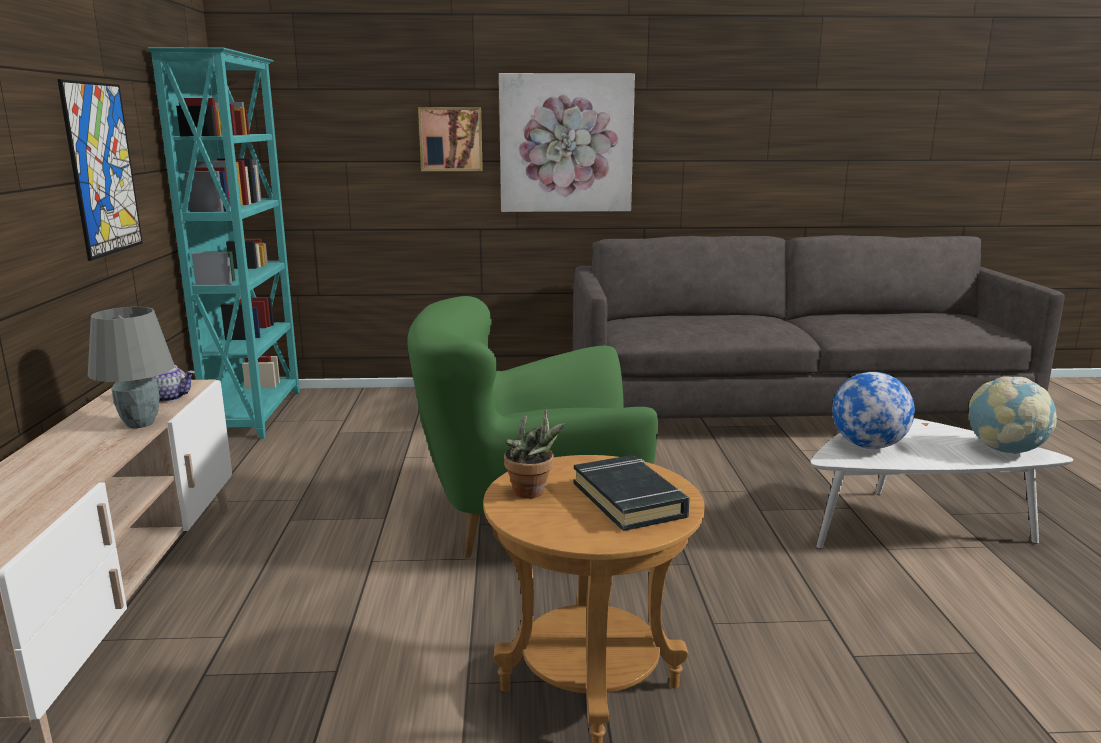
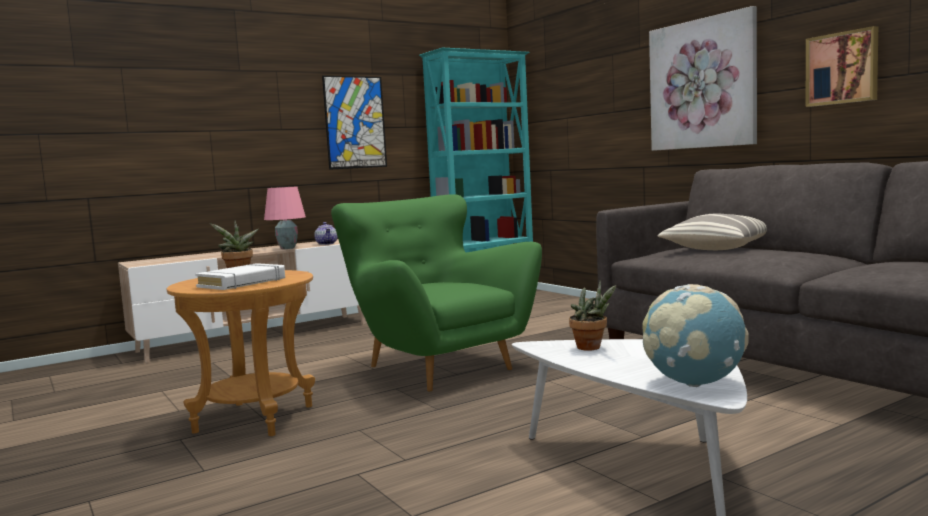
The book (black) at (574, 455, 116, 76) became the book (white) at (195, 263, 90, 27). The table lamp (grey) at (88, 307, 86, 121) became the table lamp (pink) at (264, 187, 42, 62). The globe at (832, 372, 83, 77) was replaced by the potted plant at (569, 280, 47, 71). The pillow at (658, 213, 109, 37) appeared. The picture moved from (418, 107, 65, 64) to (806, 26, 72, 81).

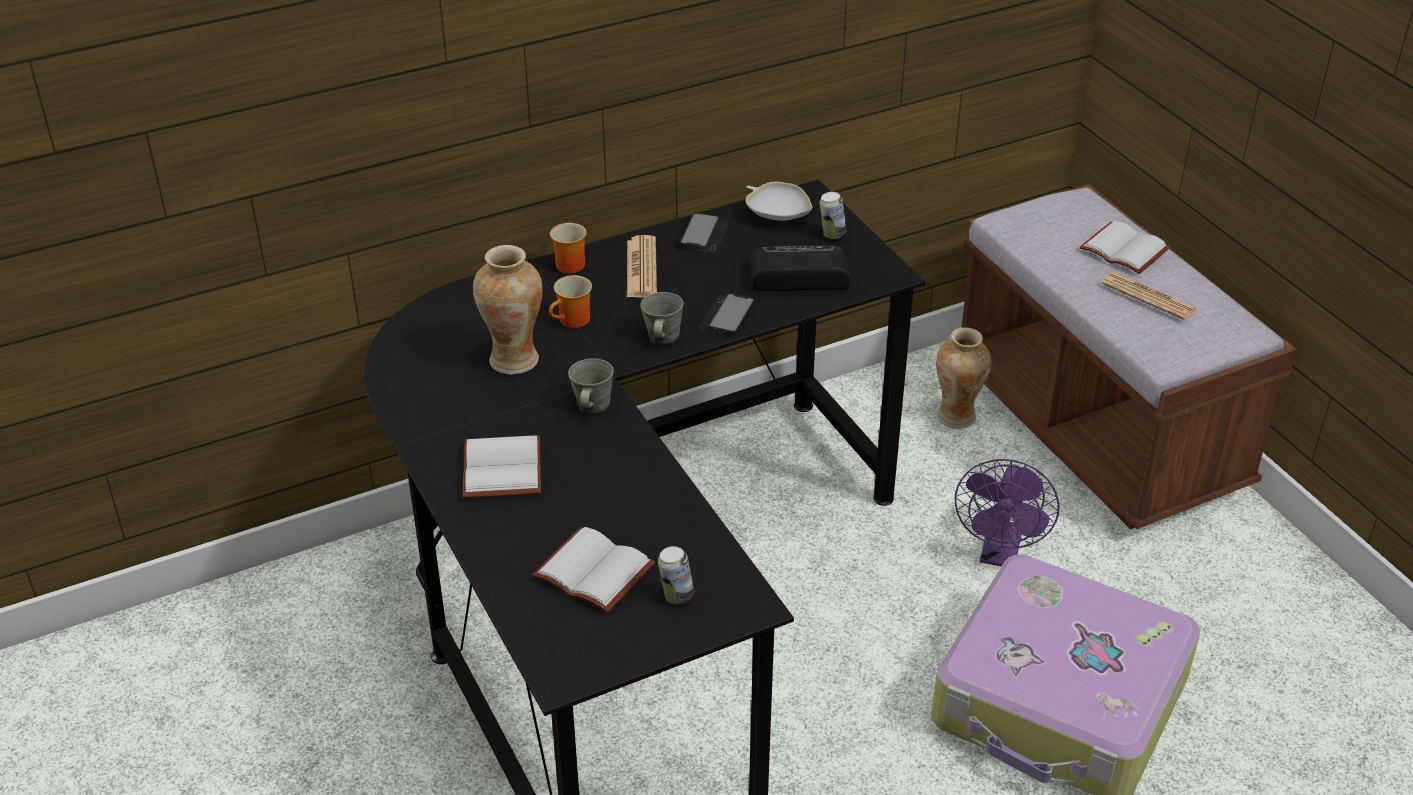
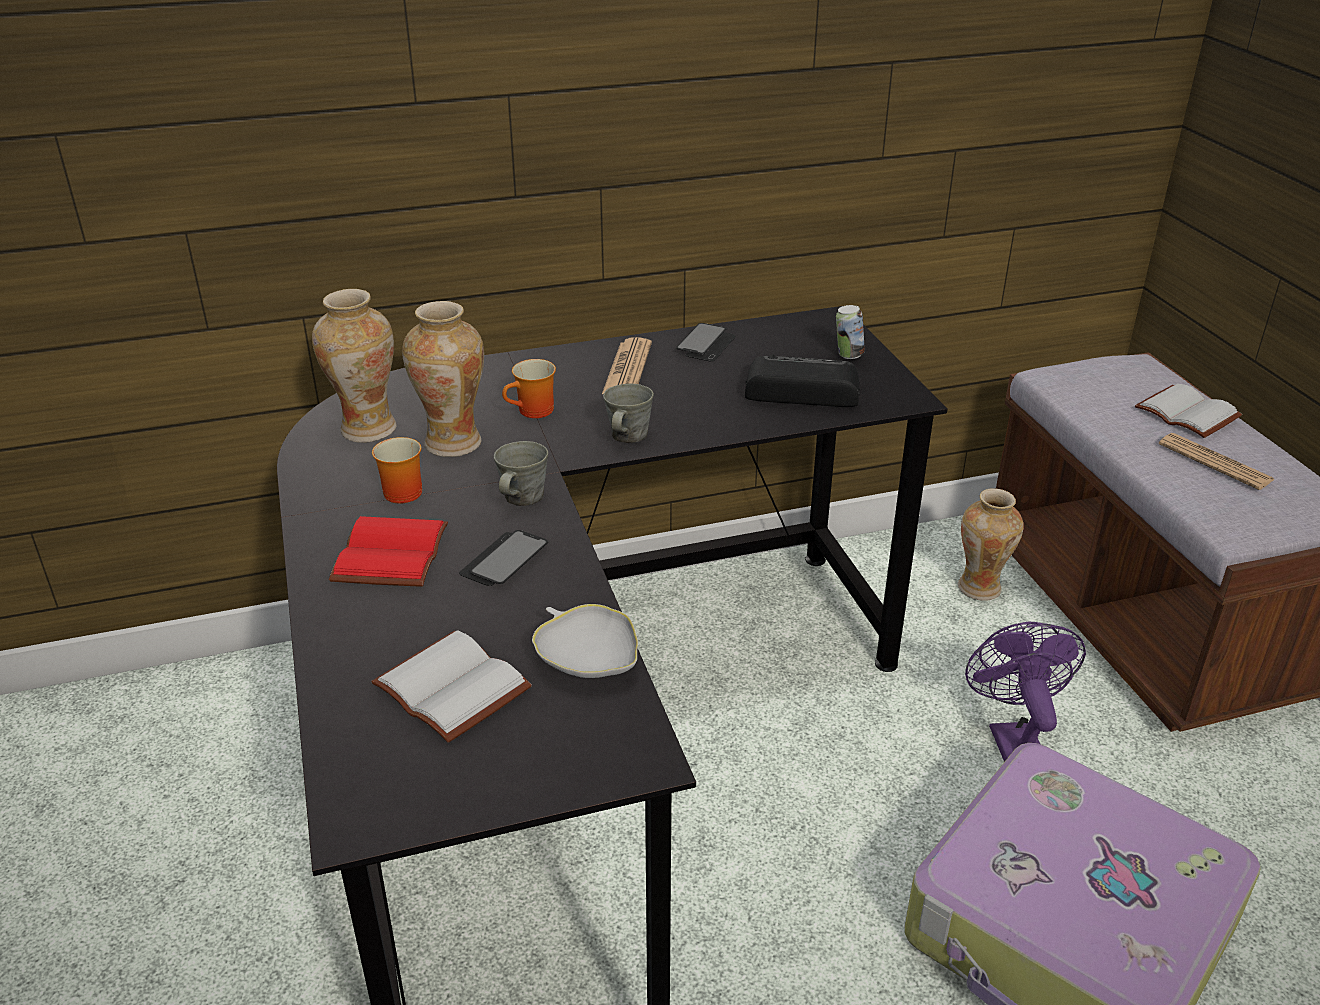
The vase at (312, 289, 85, 154) appeared. The book (white) at (463, 435, 78, 63) became the book (red) at (329, 516, 119, 71). The mug moved from (550, 223, 37, 50) to (372, 437, 50, 67). The phone moved from (699, 293, 56, 42) to (459, 530, 89, 56). The bowl (white) moved from (746, 182, 66, 39) to (532, 604, 106, 74). The fan (purple) at (955, 459, 104, 107) turned 150 degrees clockwise. The can at (658, 546, 36, 58) disappeared.

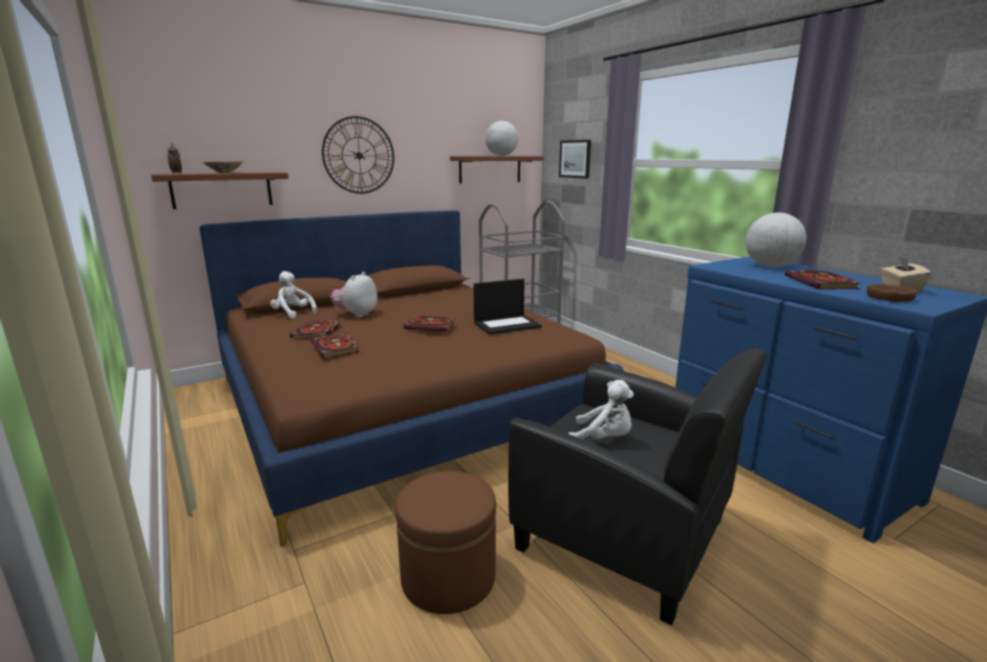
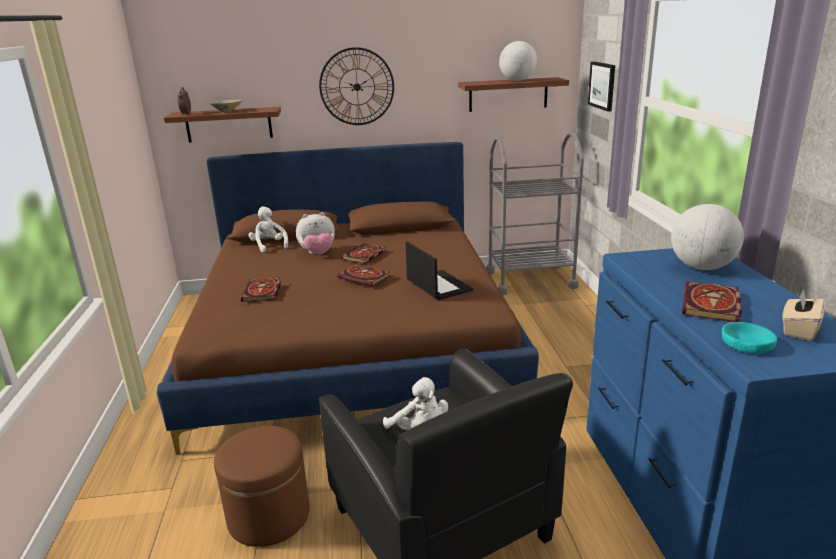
The plush toy at (330, 272, 47, 46) turned 150 degrees counterclockwise. The book moved from (290, 320, 51, 19) to (341, 243, 46, 21). The laptop at (473, 279, 69, 56) turned 120 degrees counterclockwise. The bowl (brown) at (867, 284, 50, 18) became the bowl (turquoise) at (722, 322, 55, 31).

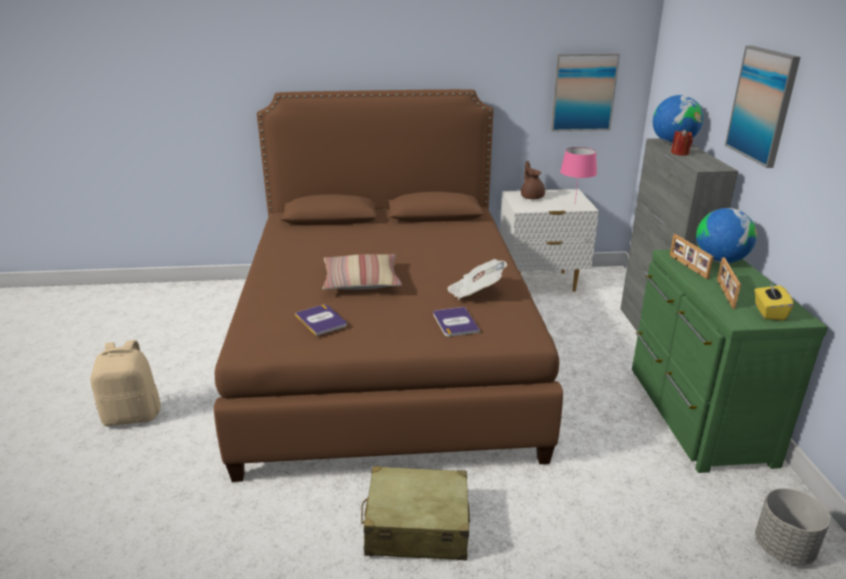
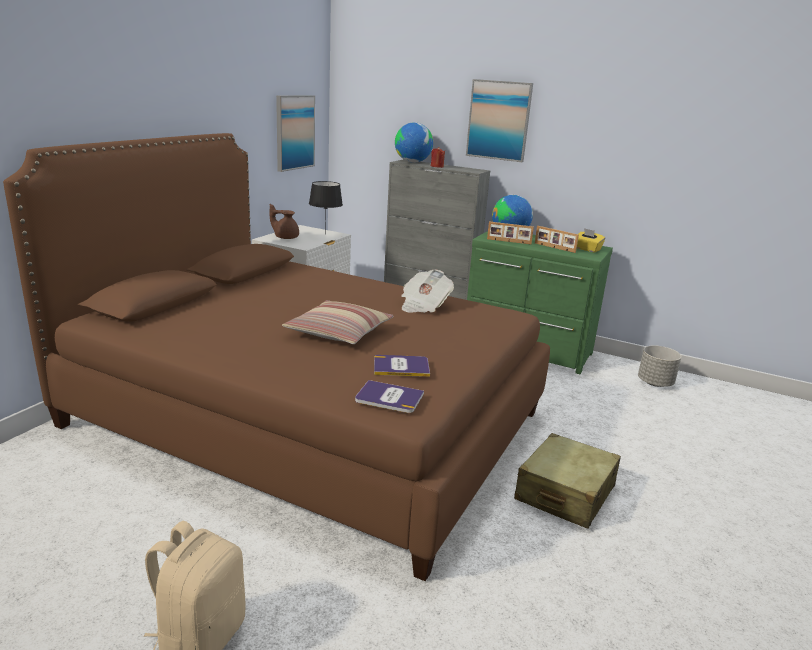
The table lamp (pink) at (560, 147, 37, 55) became the table lamp (black) at (309, 181, 34, 53). The book moved from (433, 307, 47, 30) to (355, 380, 69, 33).

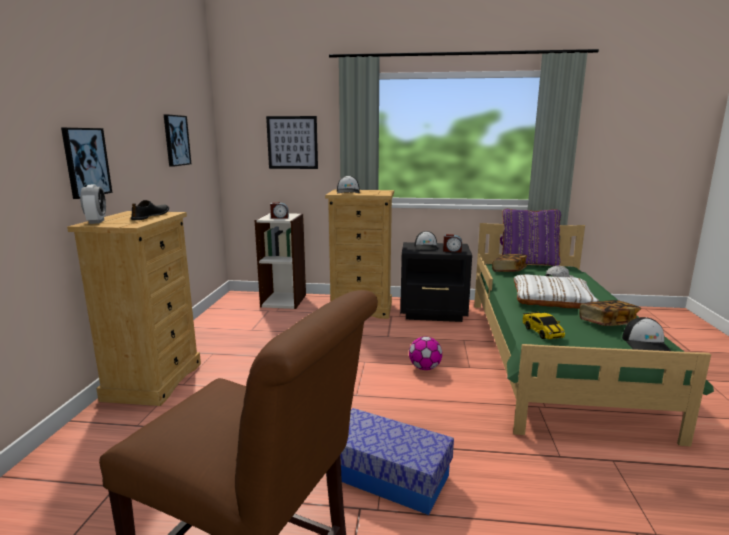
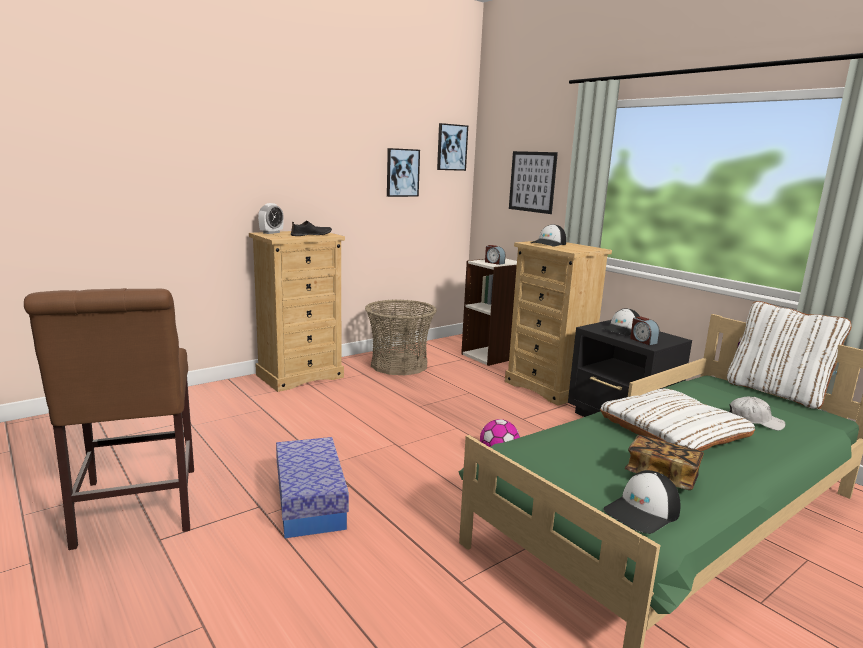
The basket at (365, 300, 72, 75) appeared. The picture moved from (61, 128, 51, 71) to (437, 123, 31, 48). The pillow (purple) at (502, 209, 59, 57) became the pillow (white) at (727, 301, 124, 108). The book at (492, 254, 35, 18) disappeared. The toy car at (523, 312, 42, 27) disappeared.

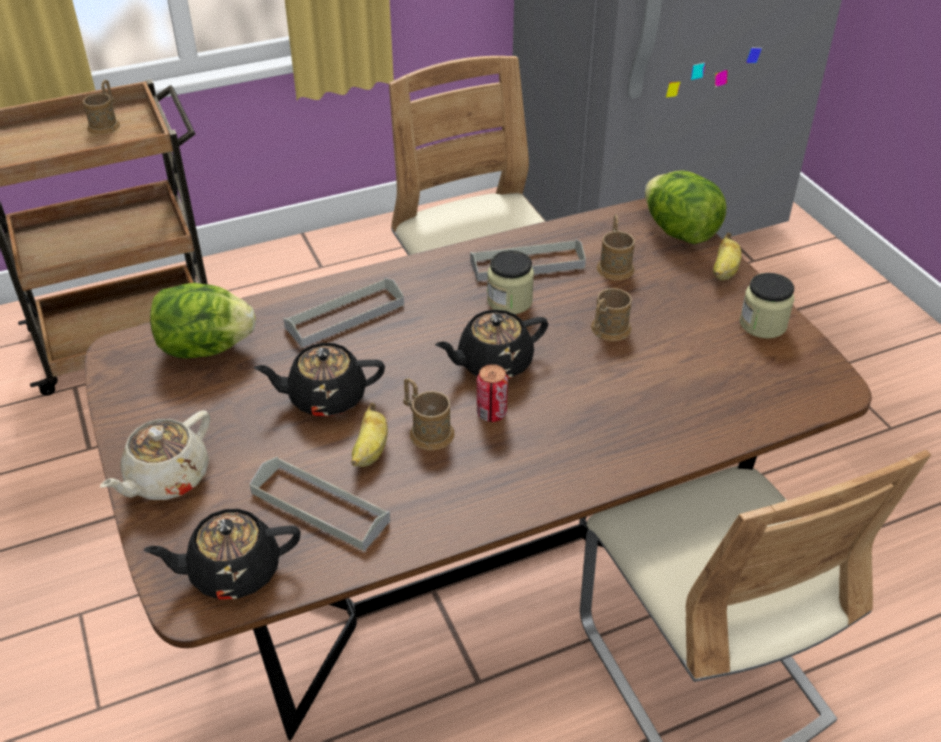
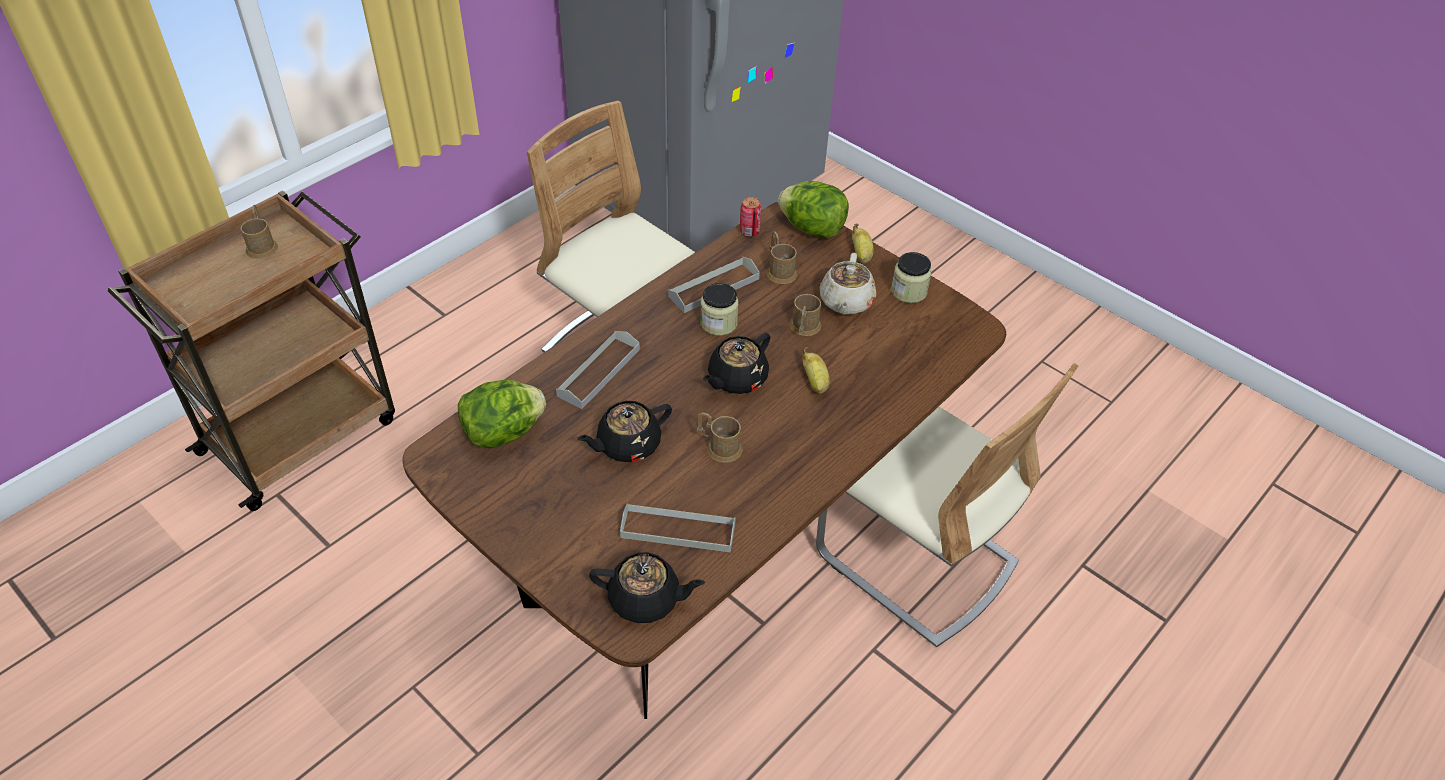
The teapot (black) at (144, 509, 157, 90) turned 135 degrees counterclockwise. The can moved from (477, 364, 31, 58) to (740, 197, 21, 40). The banana moved from (351, 403, 37, 64) to (802, 347, 28, 47). The teapot (beige) moved from (100, 410, 110, 90) to (820, 253, 56, 62).

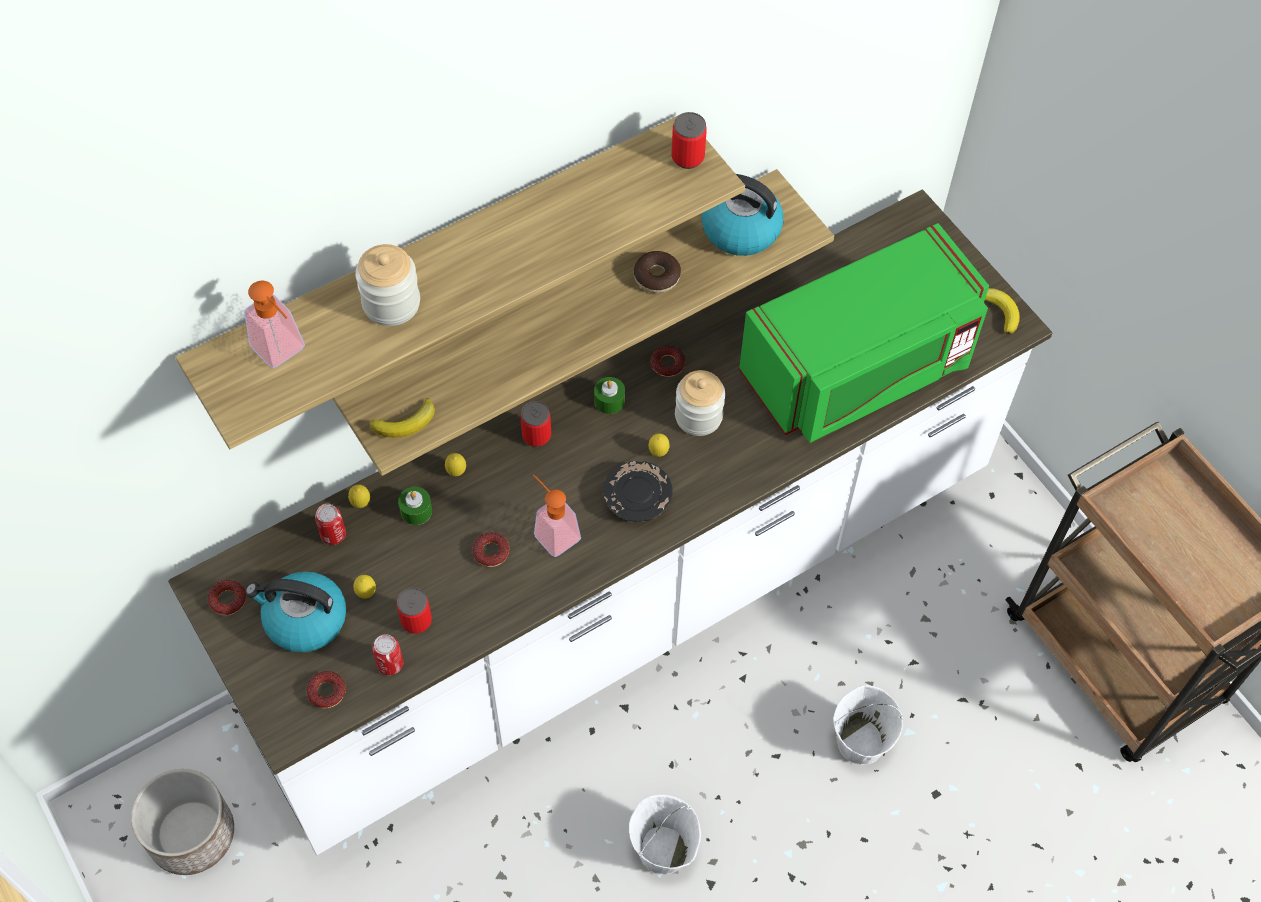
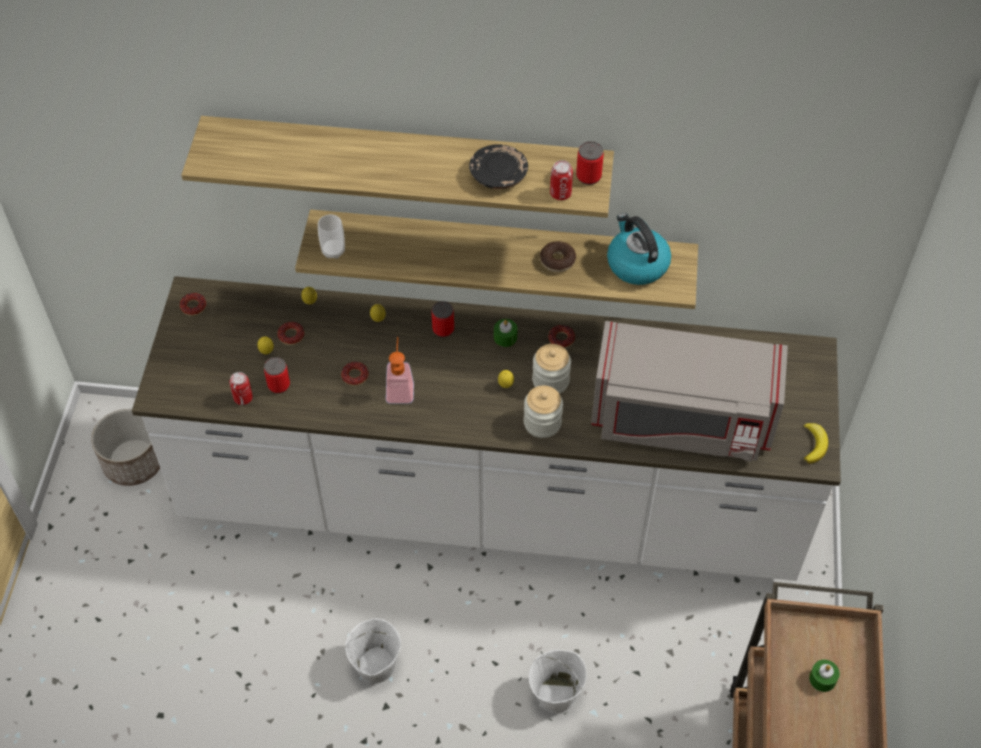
The donut moved from (306, 671, 40, 37) to (278, 322, 26, 23). The banana at (370, 398, 65, 40) was replaced by the cup at (318, 214, 27, 45). The plate (black) moved from (603, 461, 70, 61) to (469, 144, 59, 45). The jar moved from (355, 244, 65, 82) to (524, 386, 39, 52). The can moved from (315, 504, 31, 41) to (550, 160, 23, 40). The microwave (green) at (739, 223, 250, 220) became the microwave (grey) at (591, 321, 197, 141). The candle (green) moved from (398, 487, 34, 38) to (809, 660, 31, 32). The soap dispenser at (244, 280, 61, 88) disappeared. The kettle at (245, 571, 101, 82) disappeared.

